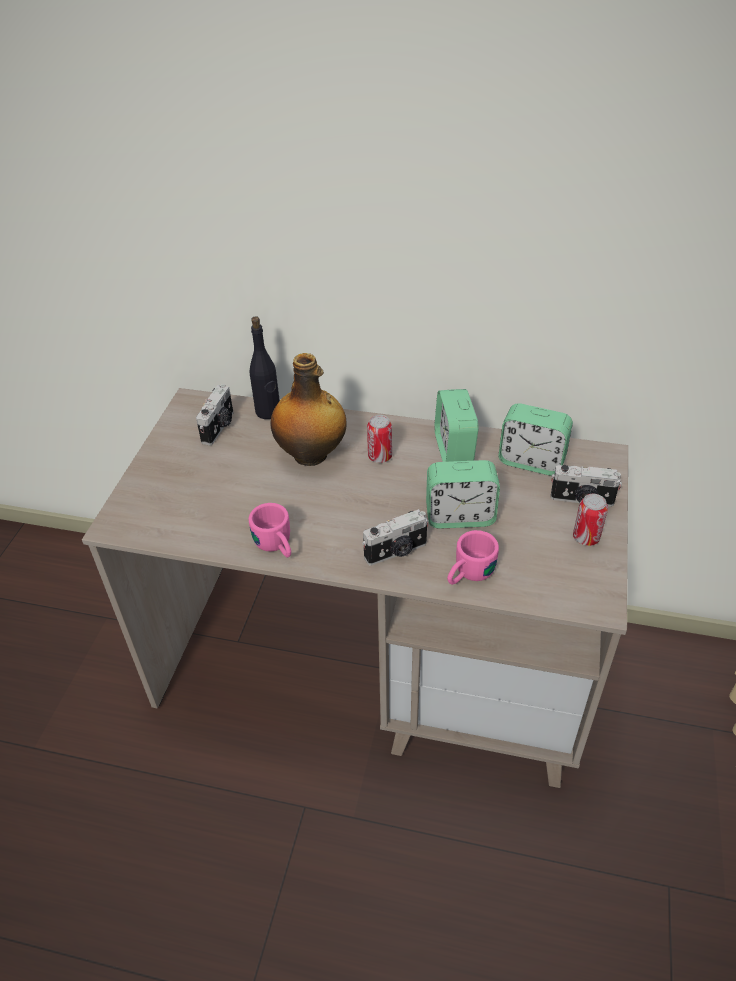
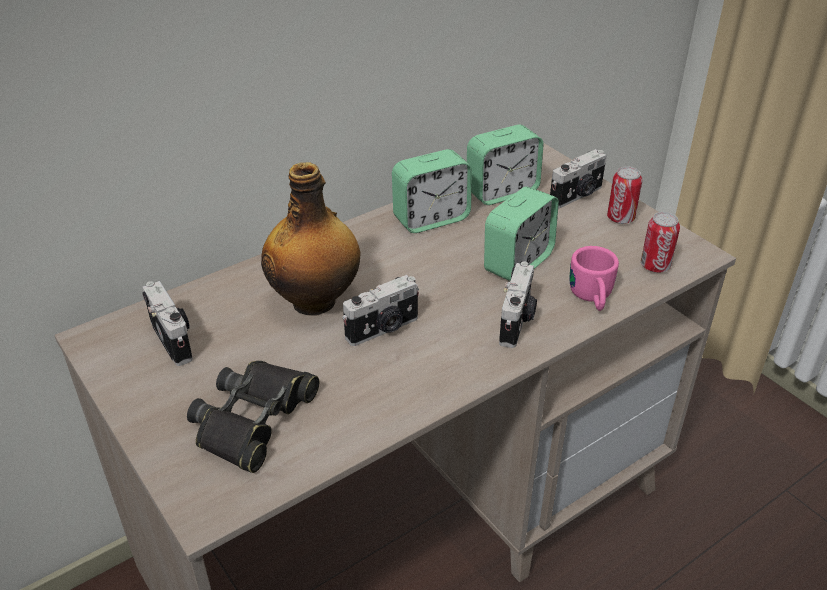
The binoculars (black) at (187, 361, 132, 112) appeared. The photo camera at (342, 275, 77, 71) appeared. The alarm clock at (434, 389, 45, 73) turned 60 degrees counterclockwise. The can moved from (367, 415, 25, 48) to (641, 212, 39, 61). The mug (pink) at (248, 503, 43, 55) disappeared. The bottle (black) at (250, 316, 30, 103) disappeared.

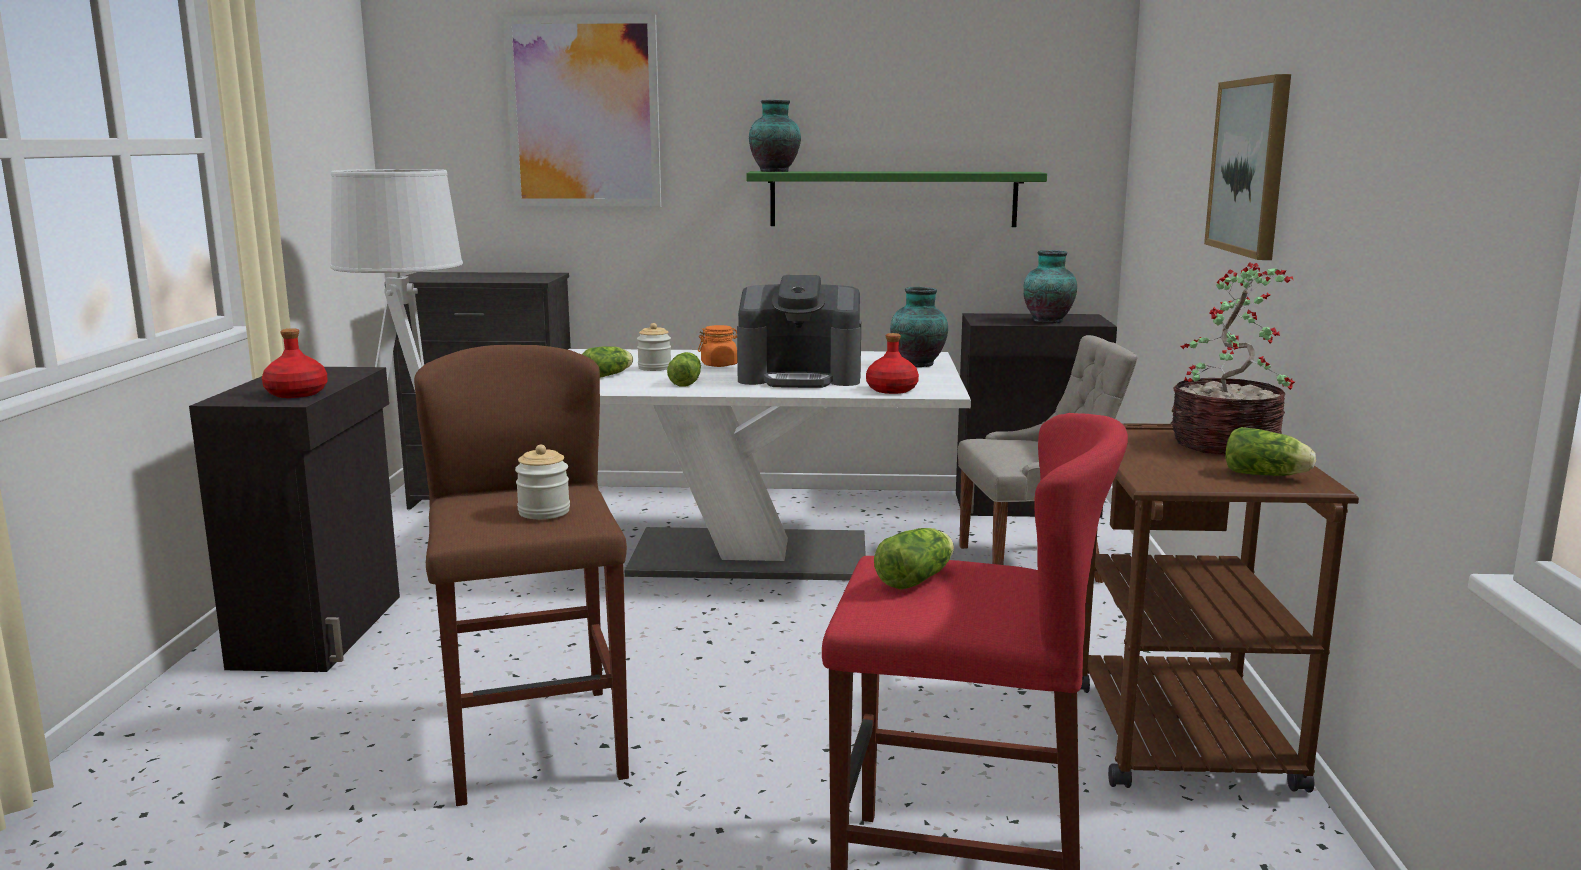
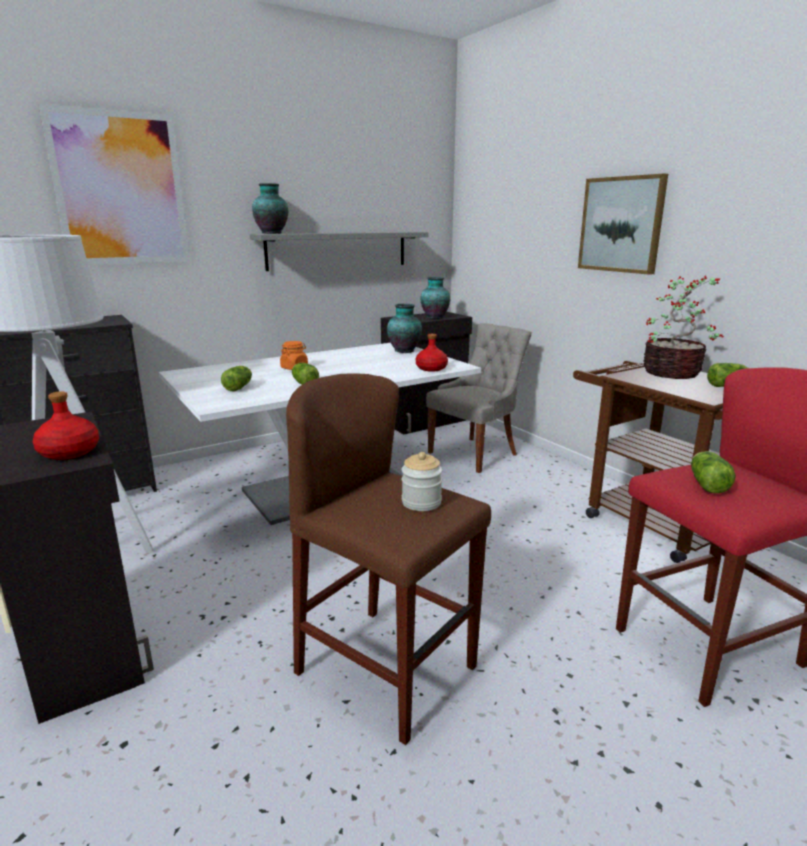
The shelf (green) at (746, 171, 301, 56) became the shelf (grey) at (250, 232, 178, 39). The jar at (637, 323, 34, 48) disappeared. The coffee machine at (737, 275, 124, 113) disappeared.

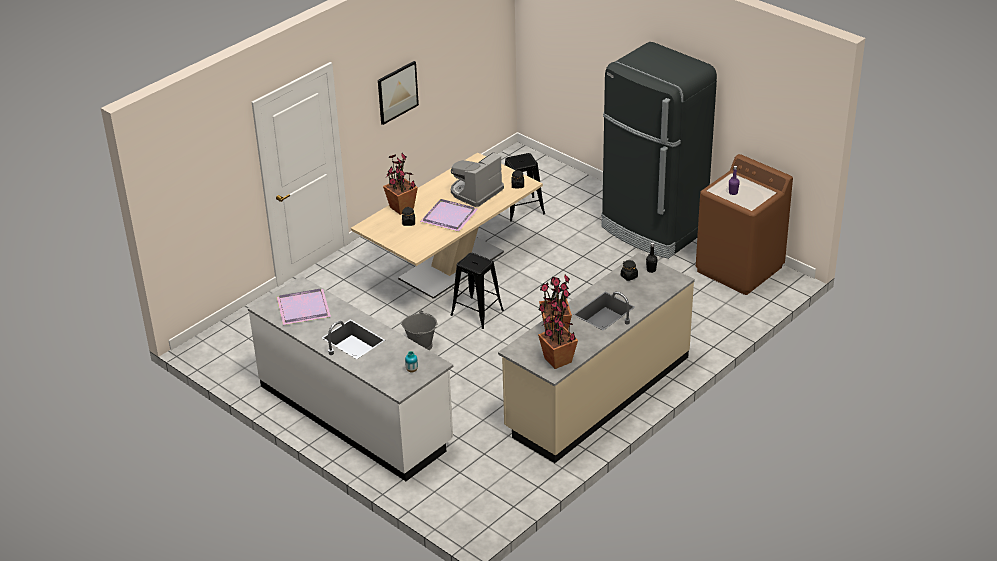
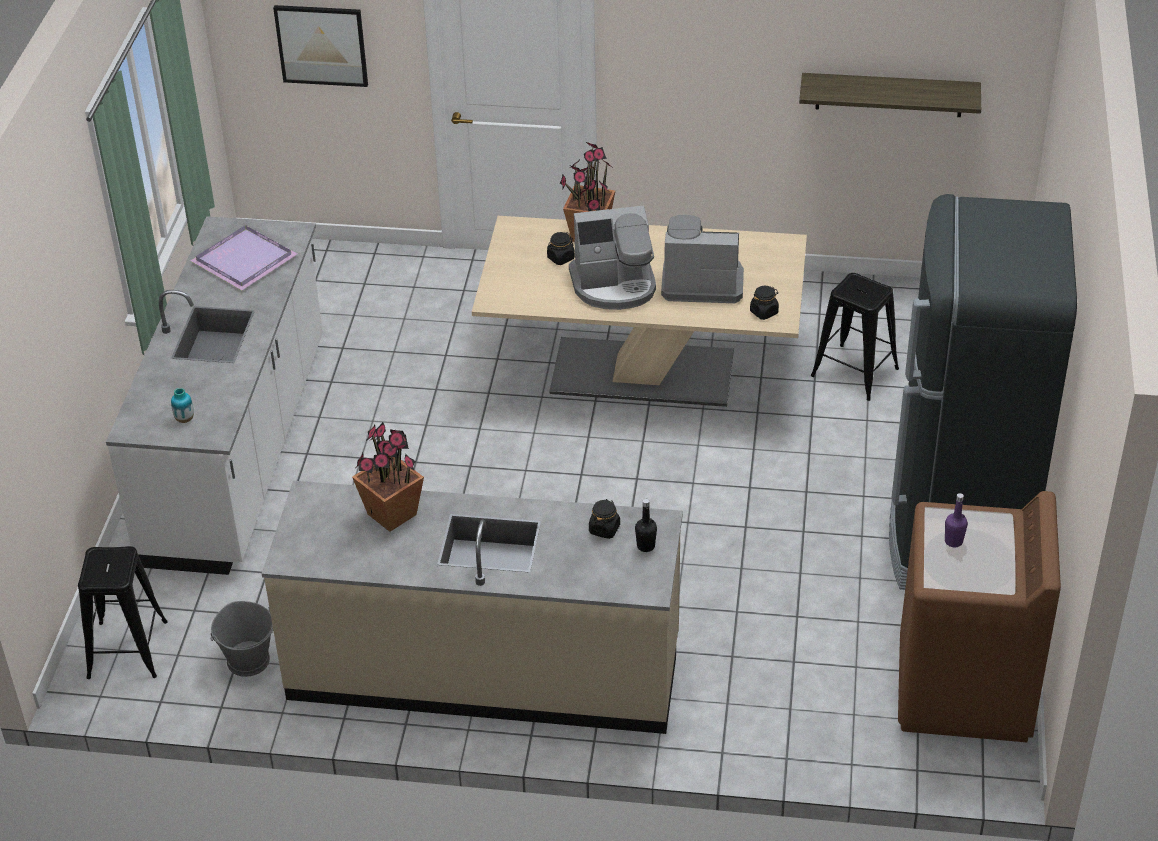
The stool (black) moved from (451, 253, 53, 76) to (78, 546, 90, 133). The bucket (grey) moved from (401, 310, 36, 40) to (210, 601, 63, 76). The picture moved from (378, 61, 41, 64) to (273, 5, 95, 82). The tray (purple) at (420, 199, 58, 33) was replaced by the coffee machine at (569, 206, 87, 104). The shelf at (799, 73, 182, 44) appeared. The potted plant at (538, 300, 40, 69) disappeared.

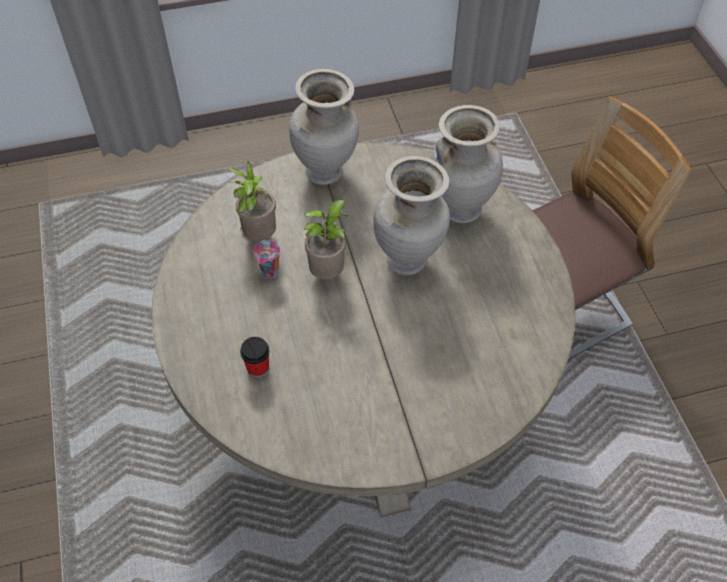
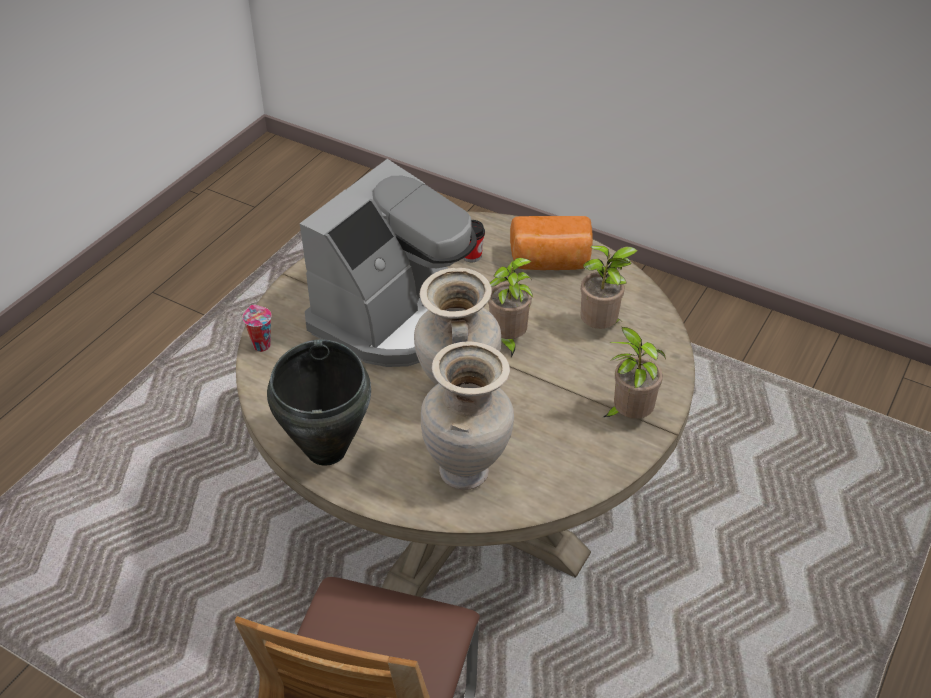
The cup moved from (254, 240, 26, 39) to (242, 305, 30, 47). The cooking pot (black) at (267, 339, 104, 127) appeared. The coffee machine at (300, 159, 177, 208) appeared. The bread at (510, 216, 83, 54) appeared. The vase (beige) at (289, 69, 70, 116) was replaced by the potted plant at (602, 327, 64, 92).

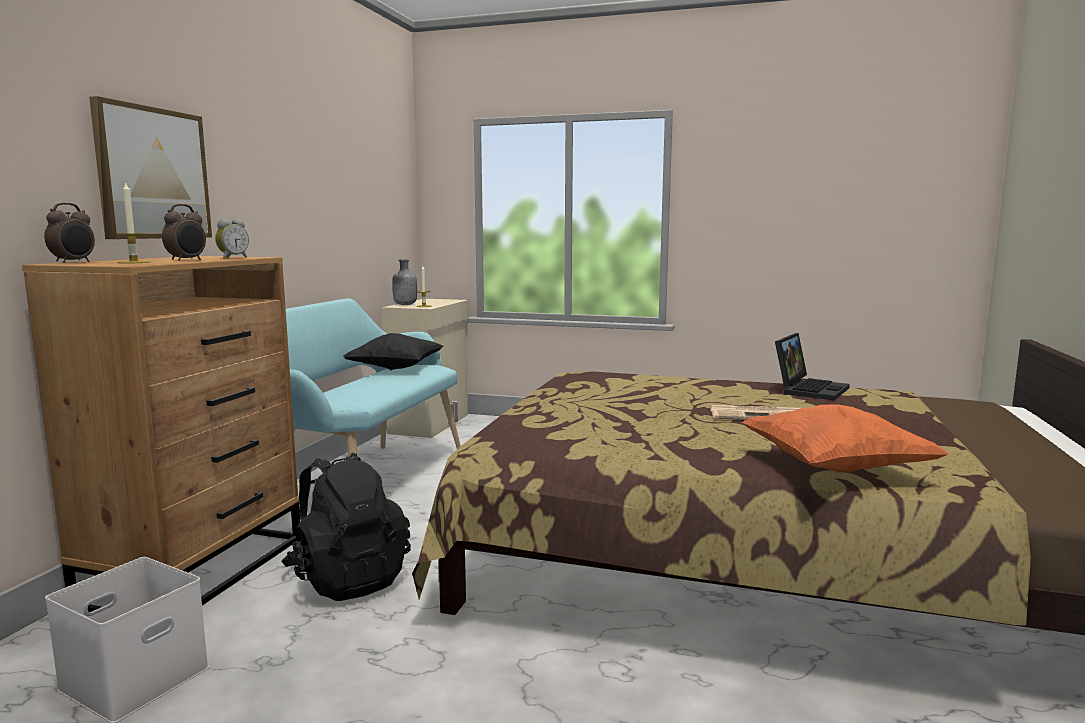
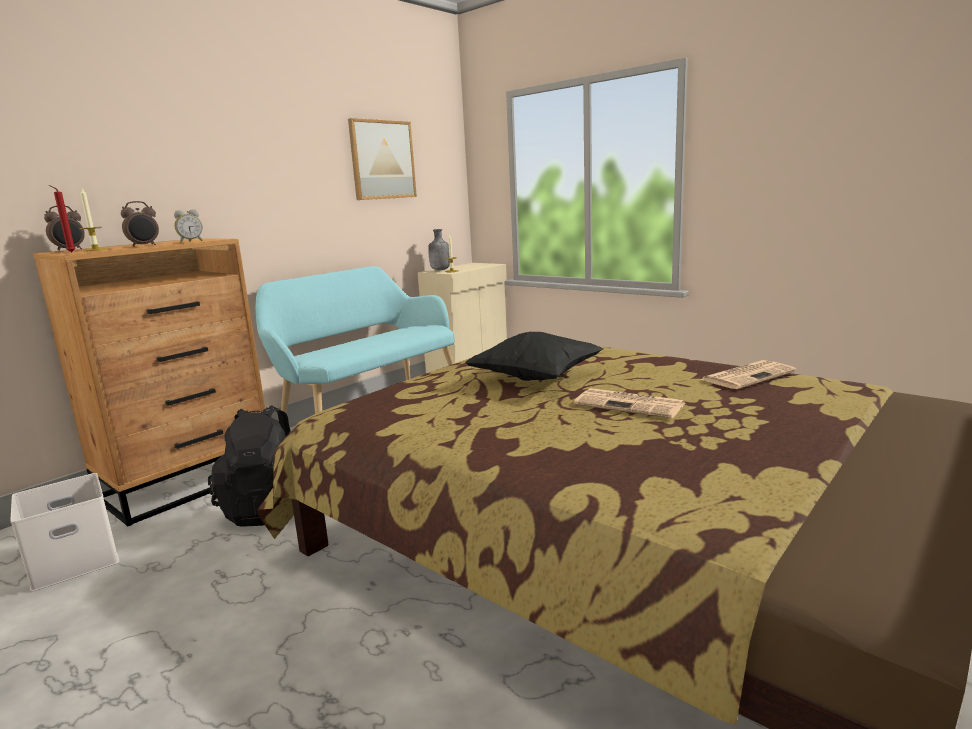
The candle (red) at (49, 185, 27, 67) appeared. The picture moved from (89, 96, 123, 143) to (348, 118, 69, 82). The pillow (black) moved from (343, 333, 101, 37) to (465, 332, 139, 49). The laptop at (775, 333, 75, 67) was replaced by the newspaper at (699, 360, 97, 29). The pillow (orange) at (742, 404, 207, 69) disappeared.

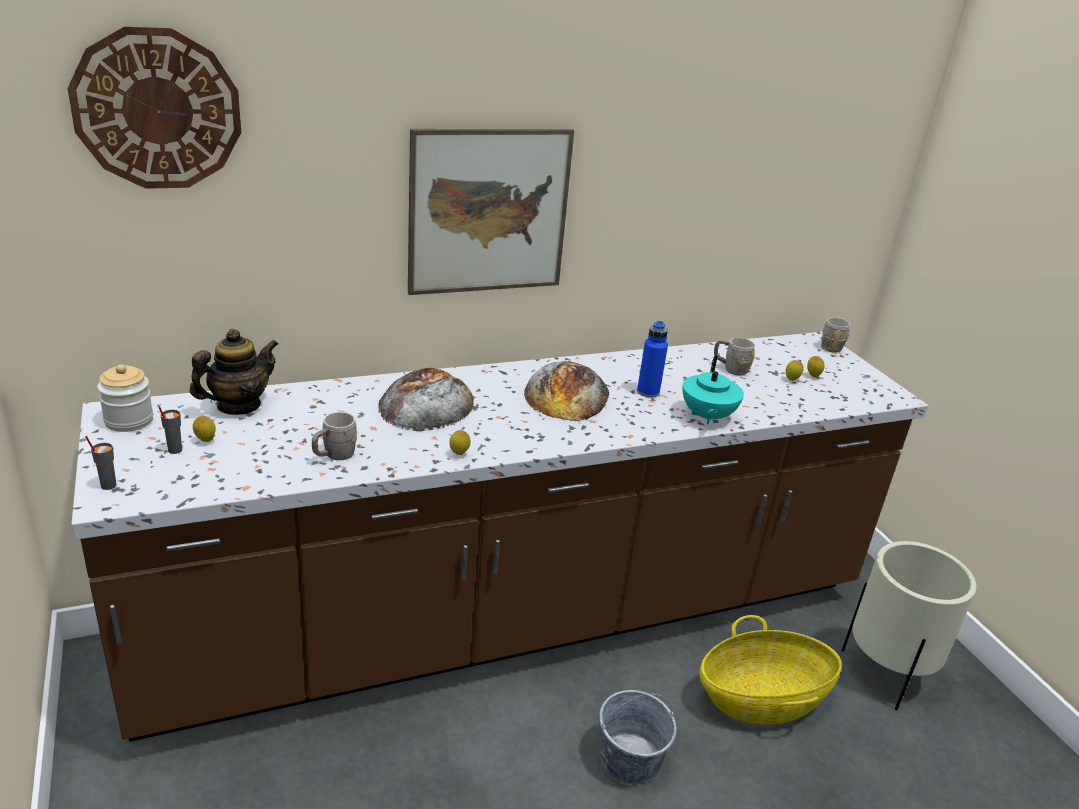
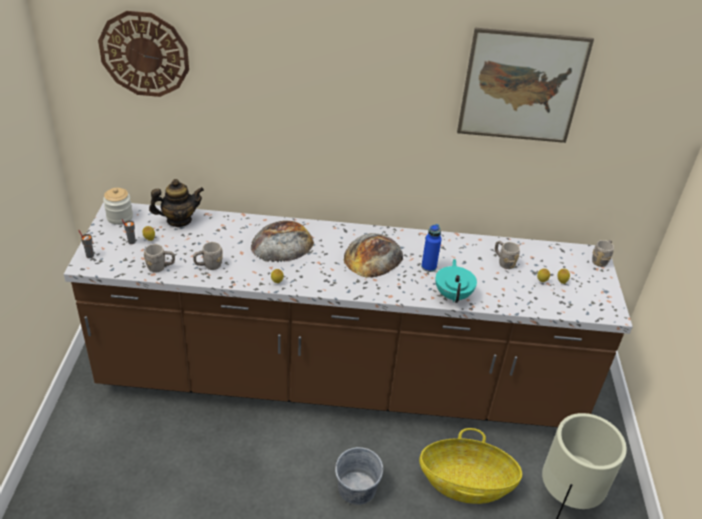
The mug (grey) at (144, 244, 31, 29) appeared. The teapot (turquoise) at (682, 355, 62, 70) turned 150 degrees clockwise. The picture moved from (408, 129, 166, 166) to (457, 28, 137, 115).

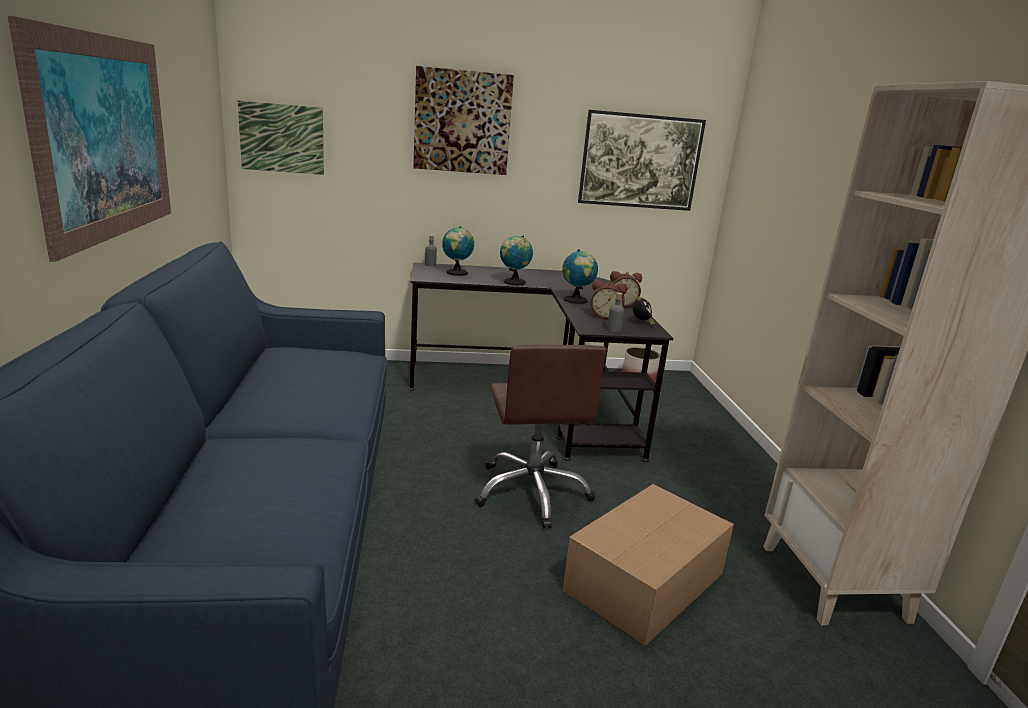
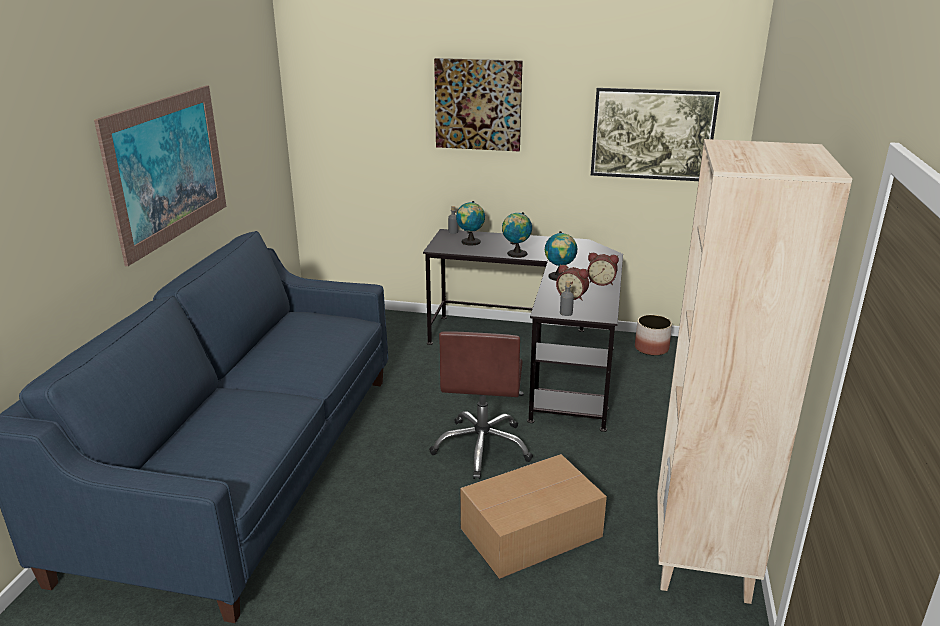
The picture at (238, 101, 86, 74) disappeared. The alarm clock at (633, 297, 22, 29) disappeared.

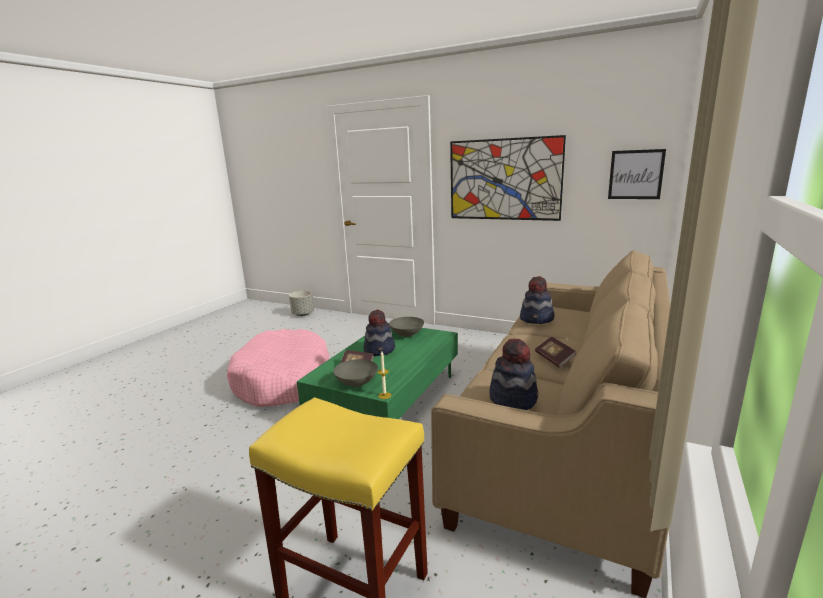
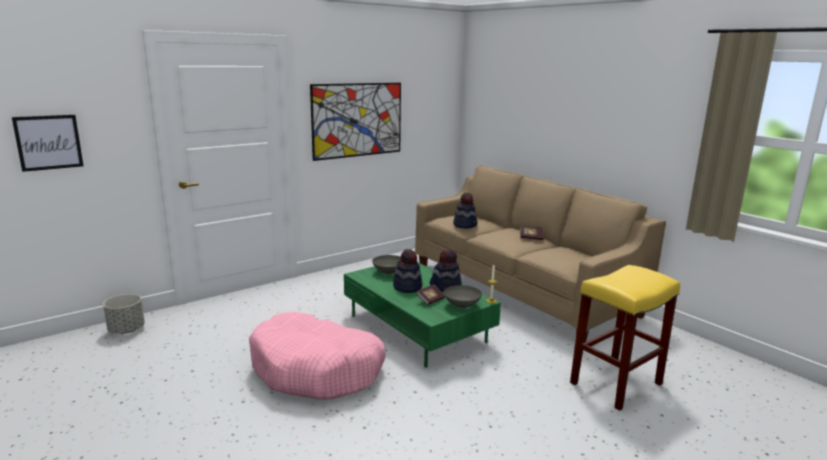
The picture moved from (608, 149, 58, 50) to (12, 115, 71, 57). The hat moved from (490, 338, 48, 72) to (430, 249, 32, 43).

